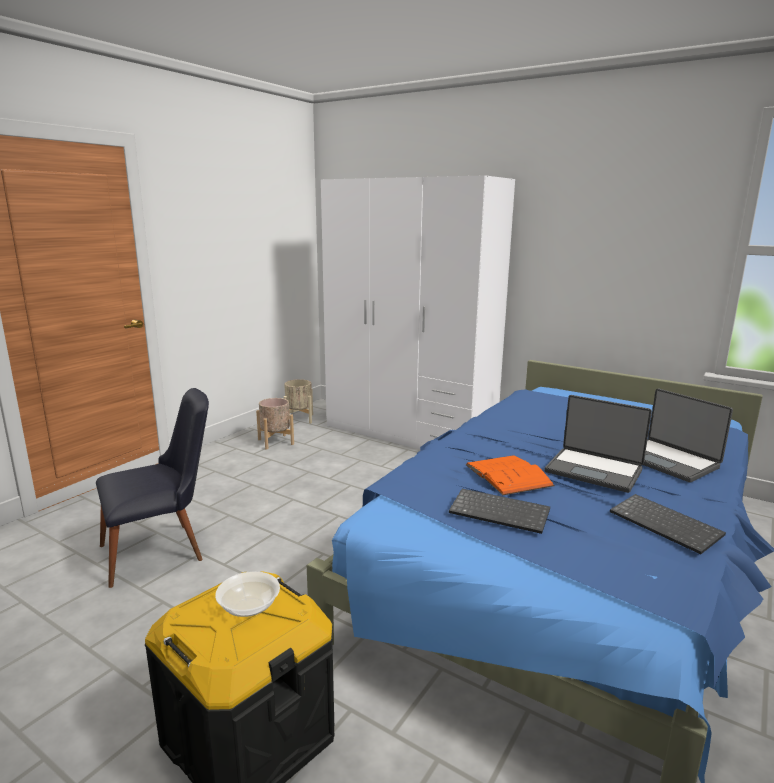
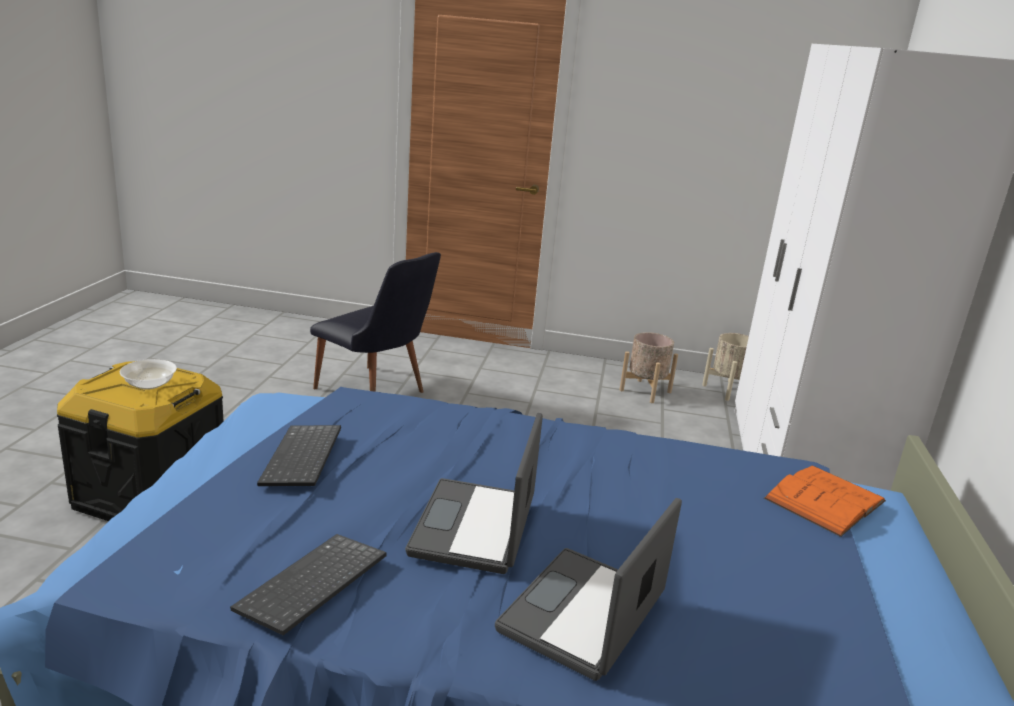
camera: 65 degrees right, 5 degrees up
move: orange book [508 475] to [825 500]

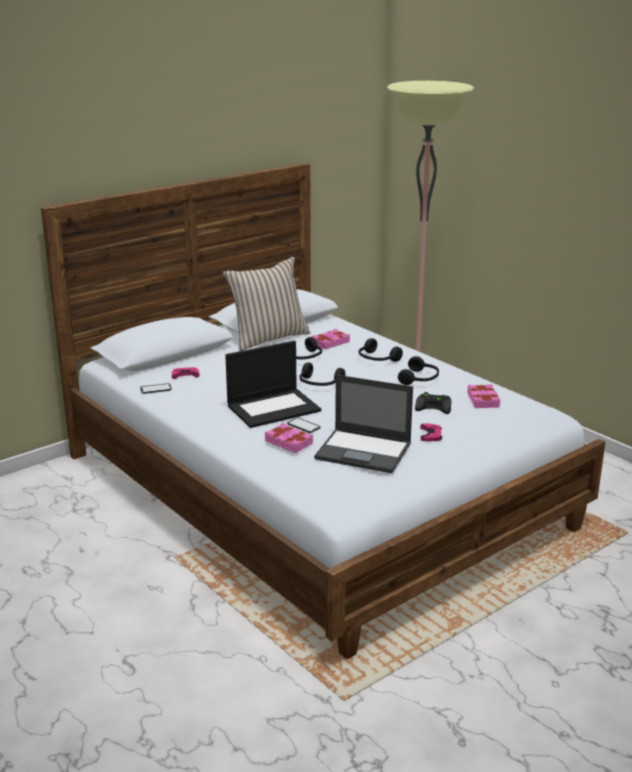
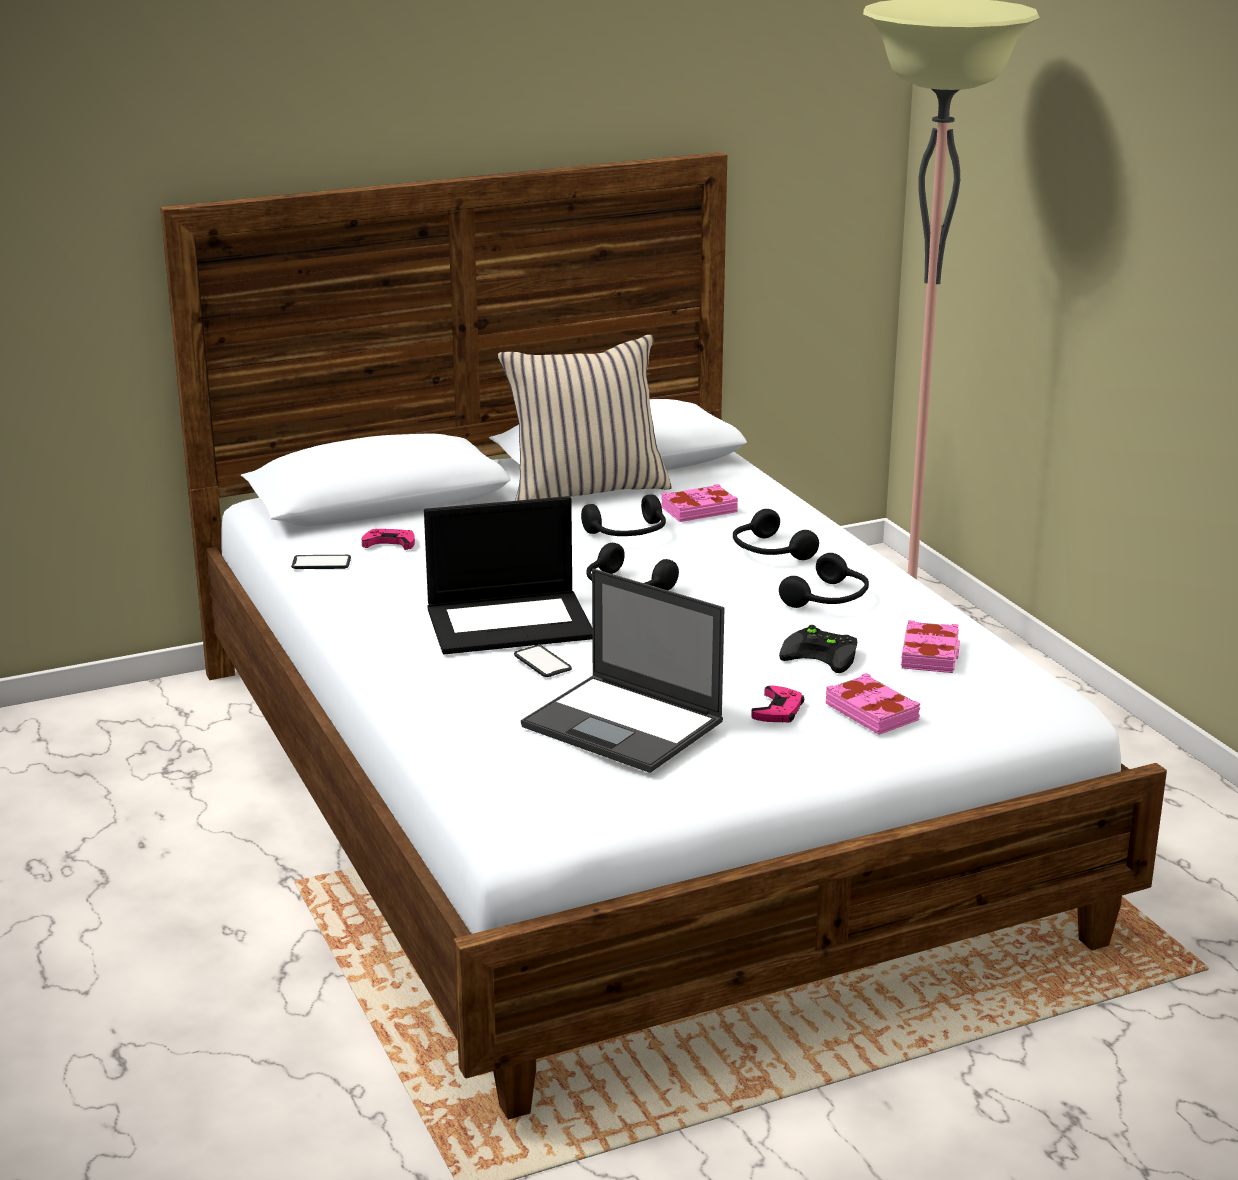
camera: 15 degrees right, 0 degrees up
move: pink book [289 442] to [872 712]

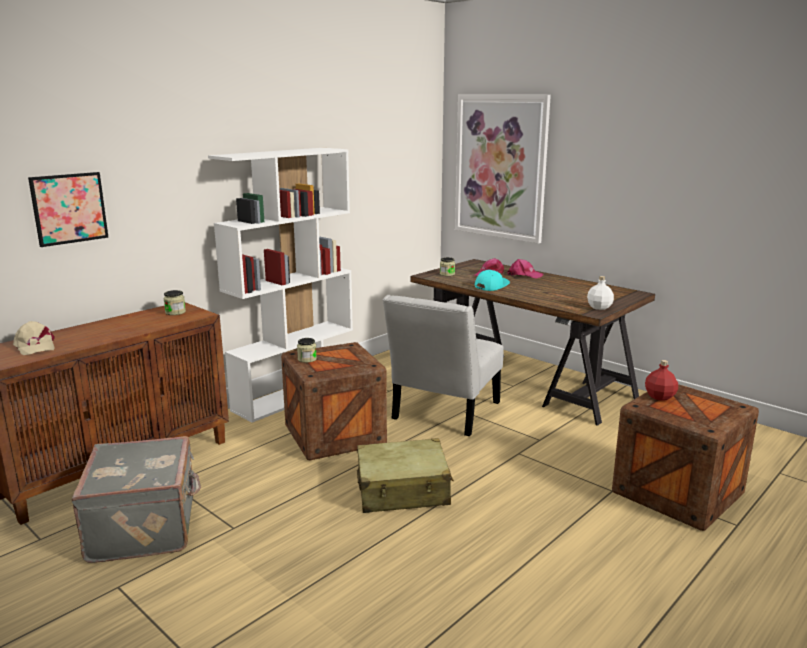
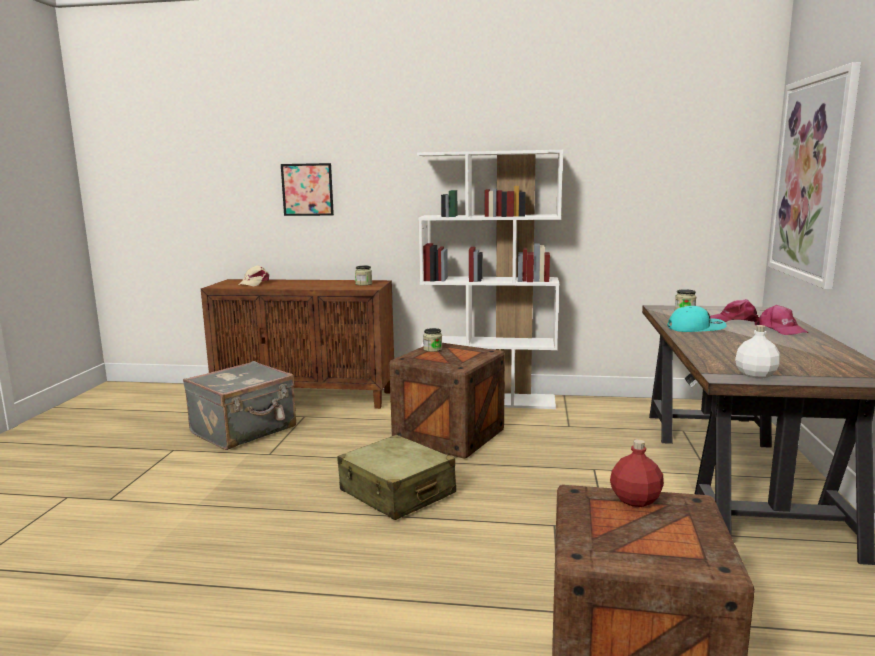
camera: 55 degrees right, 5 degrees down
delete: white chair [443 413]

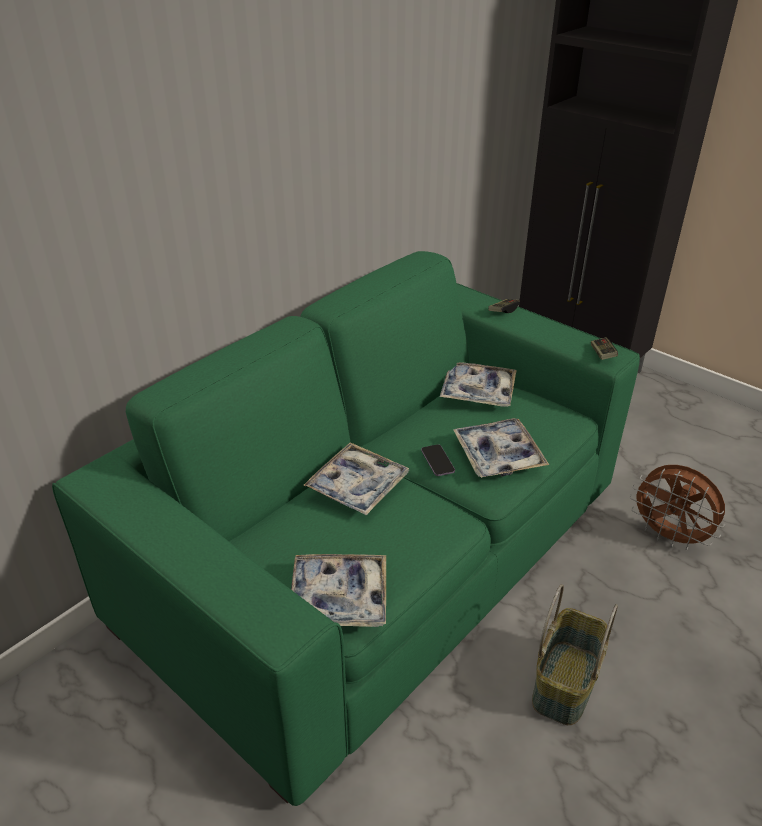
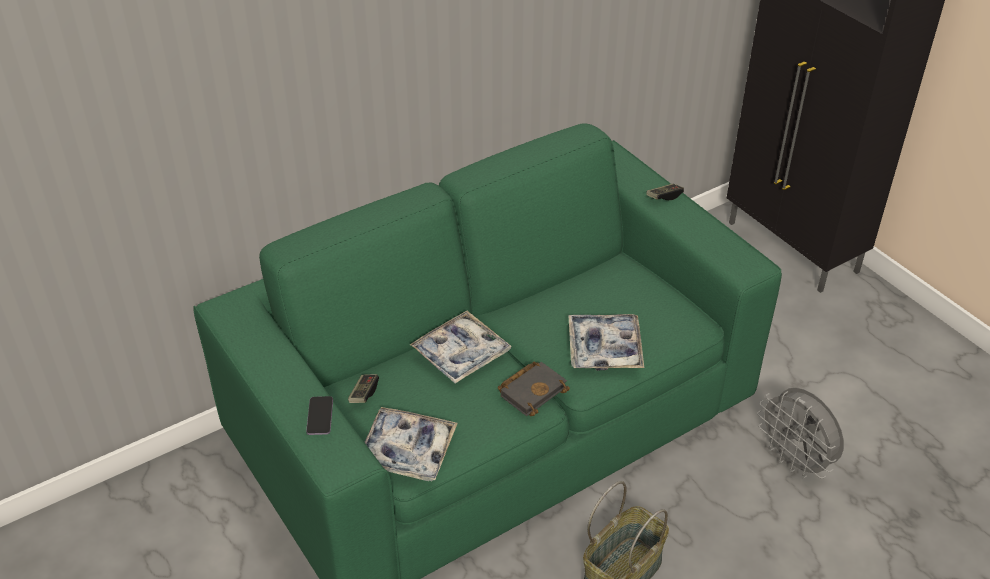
camera: 15 degrees right, 5 degrees up
delete: tray [477 391]
insert: black book [532 390]
move: phone [437 461] to [320 416]; game controller [602 354] to [364 393]
recolor: brown fan [669 536] to grey fan [795 461]

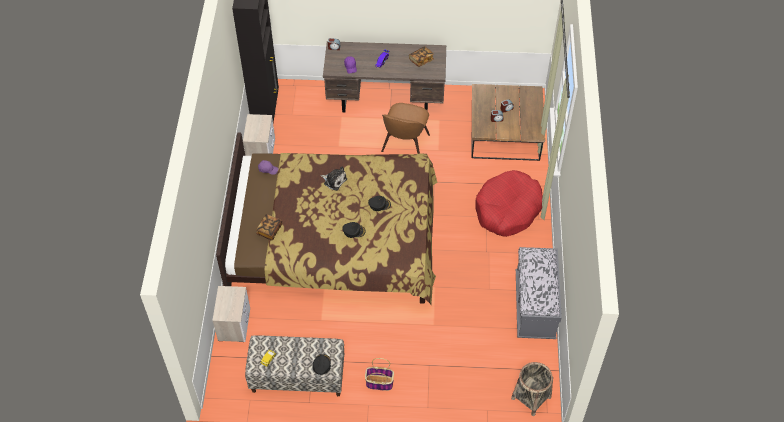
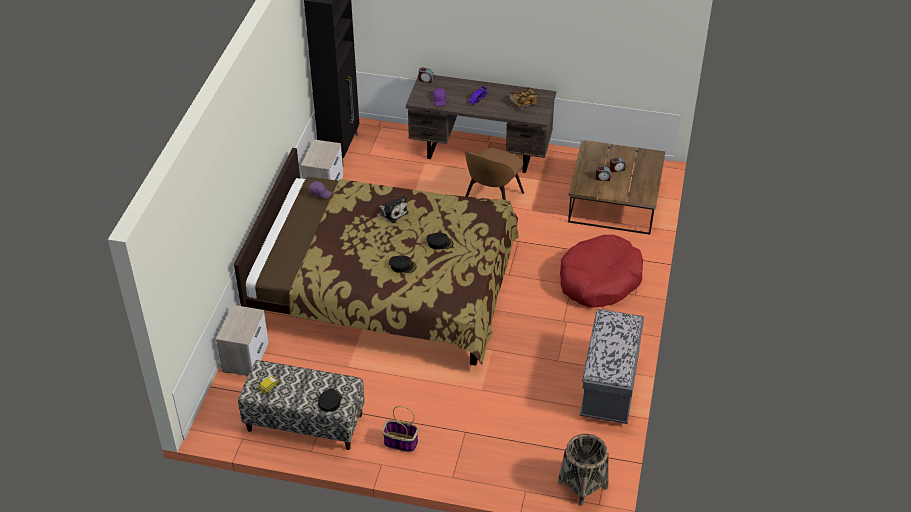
camera: 10 degrees right, 10 degrees down
delete: book [269 230]

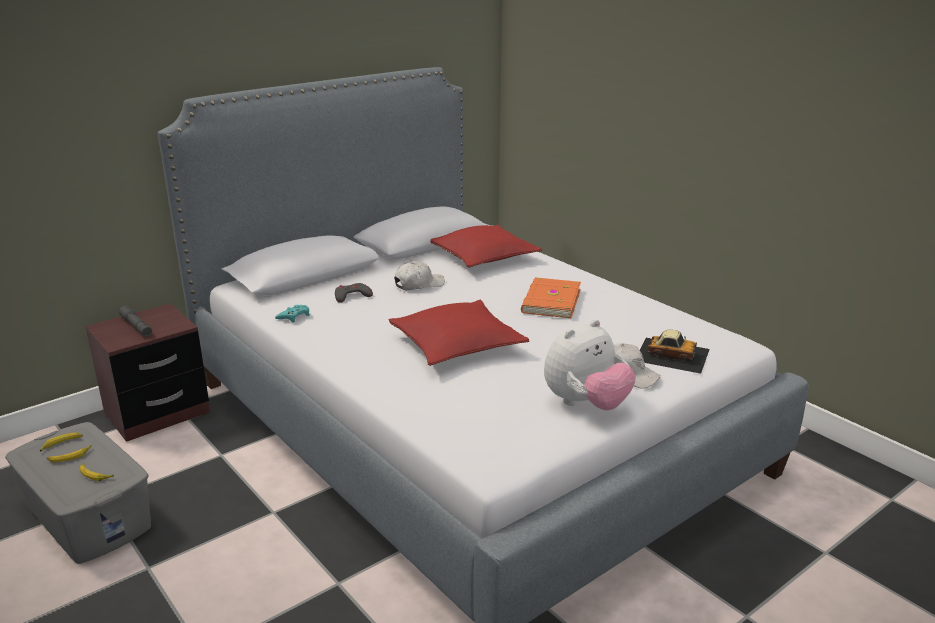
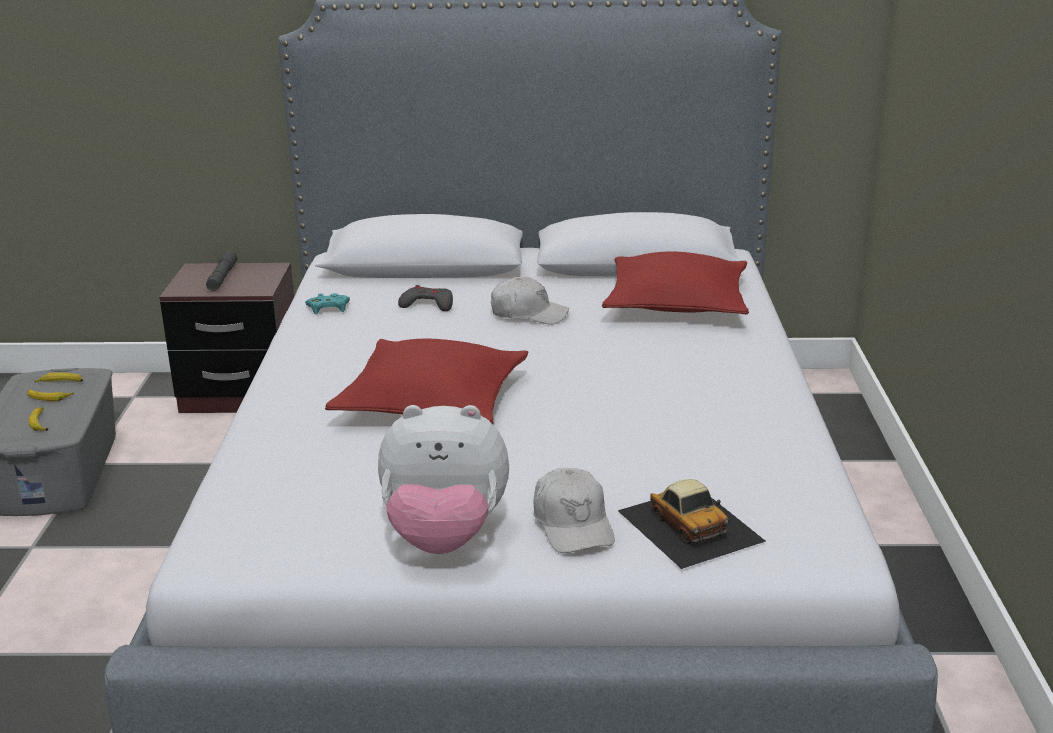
camera: 40 degrees right, 0 degrees up
delete: orange book [550 301]

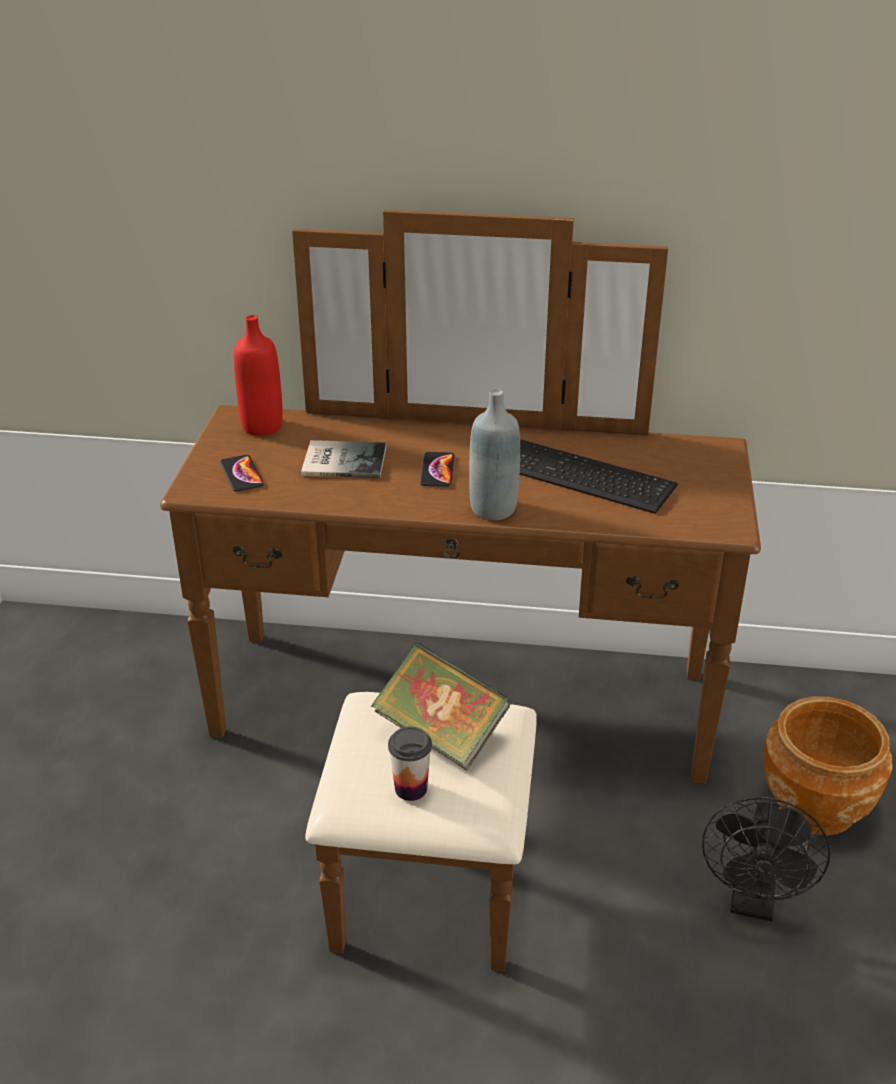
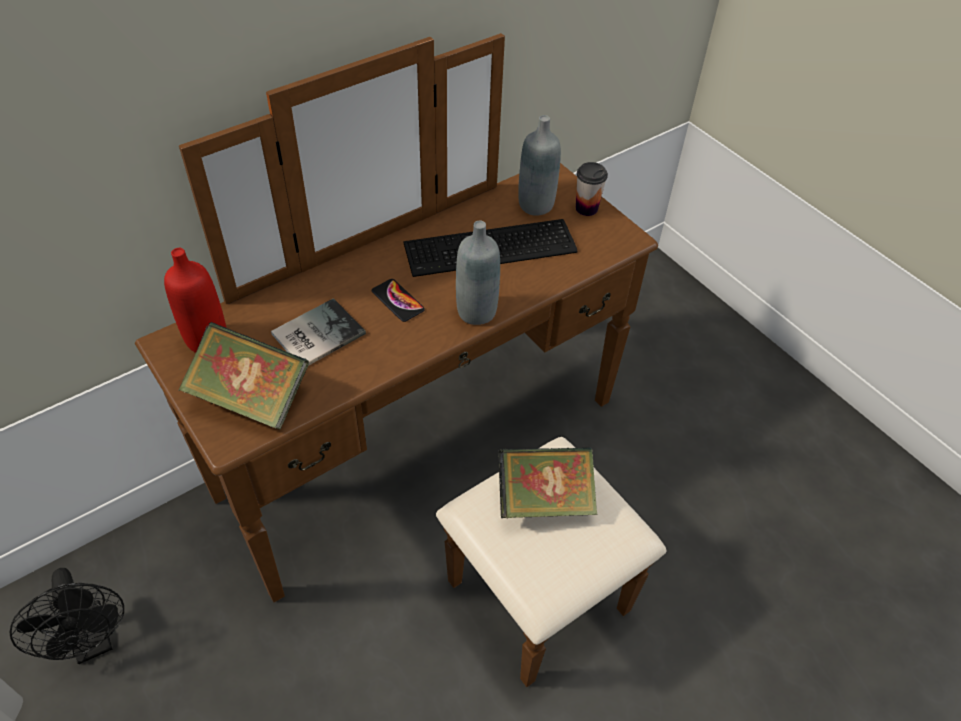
camera: 45 degrees left, 15 degrees up
delete: brown planter [816 805]
insert: grey bottle [535 205]
move: cup [411 788] to [586 208]; black fan [753 901] to [93 641]
replace: phone [241 474] to book [251 398]

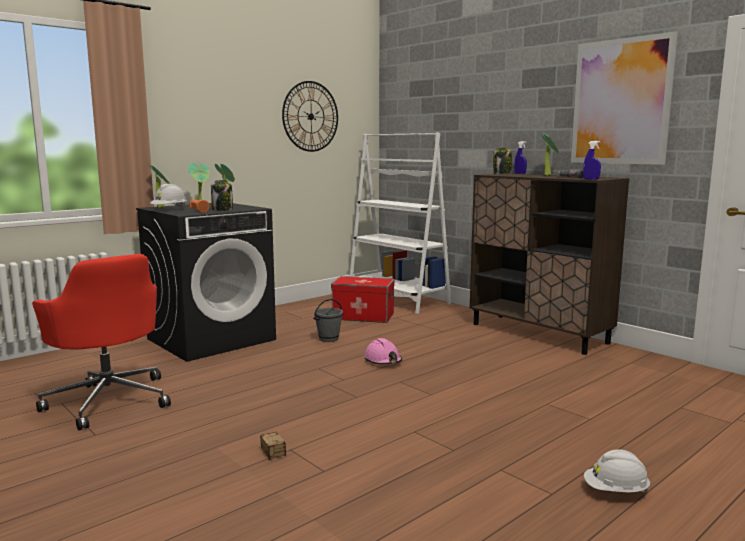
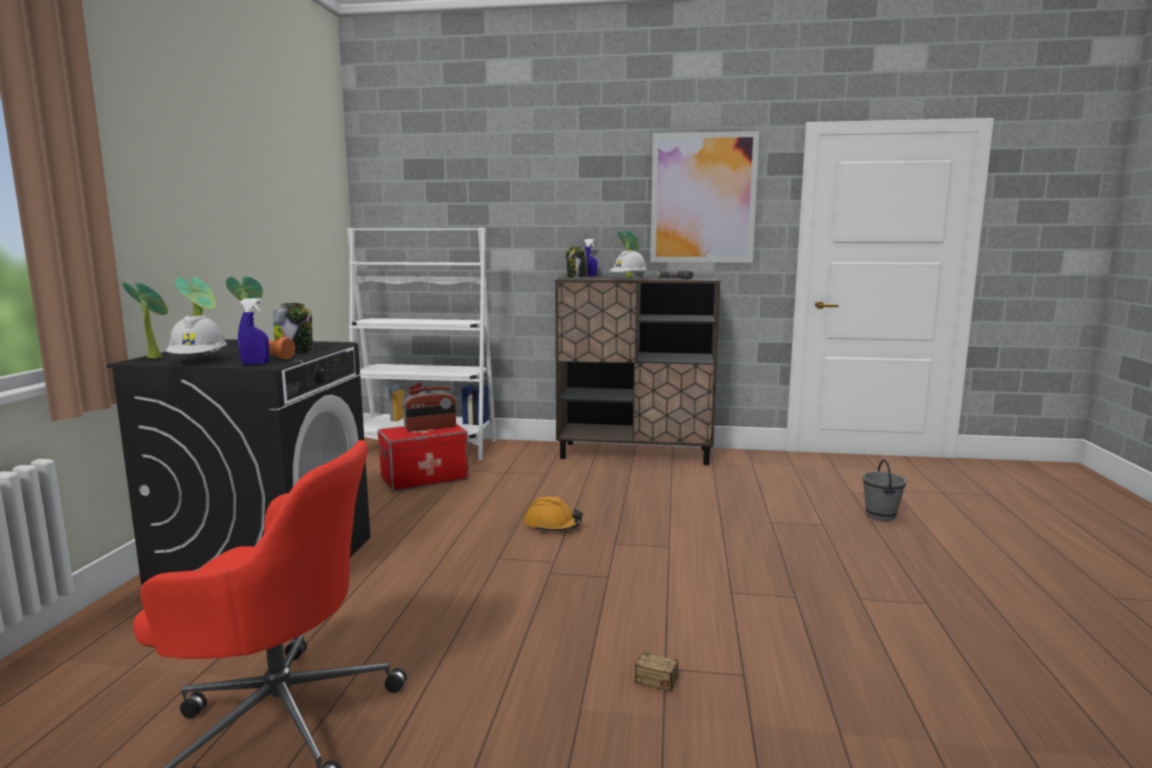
camera: 40 degrees left, 0 degrees up
delete: wall clock [310 116]
insert: radio [430 428]
move: grey bucket [329 339] to [881 516]; blue spray bottle [591 179] to [255 364]; white hard hat [615 491] to [628 279]
recolor: pink hard hat [383 361] to orange hard hat [552 525]

